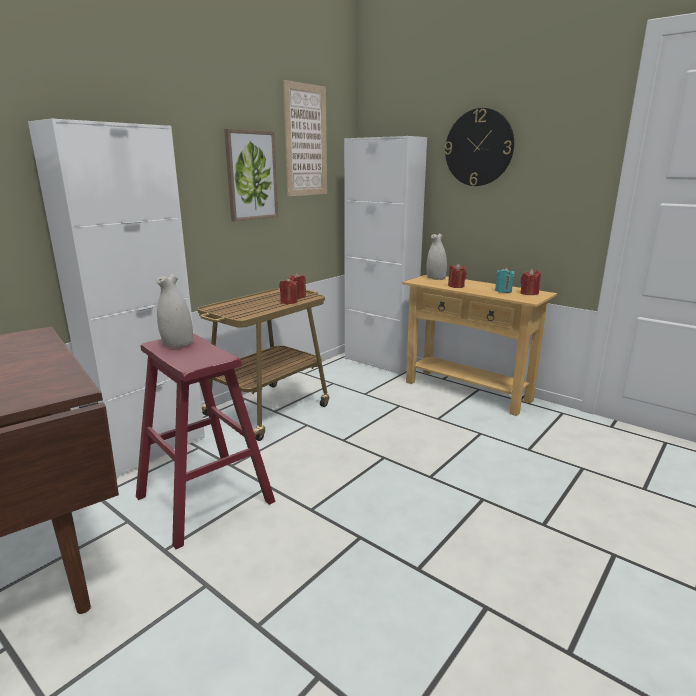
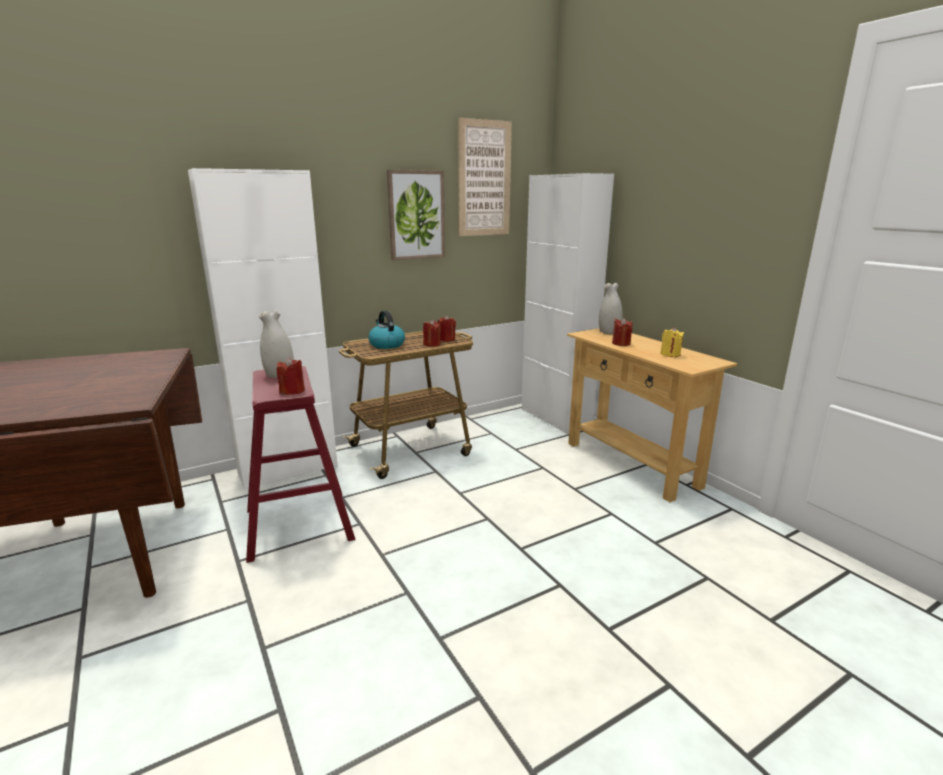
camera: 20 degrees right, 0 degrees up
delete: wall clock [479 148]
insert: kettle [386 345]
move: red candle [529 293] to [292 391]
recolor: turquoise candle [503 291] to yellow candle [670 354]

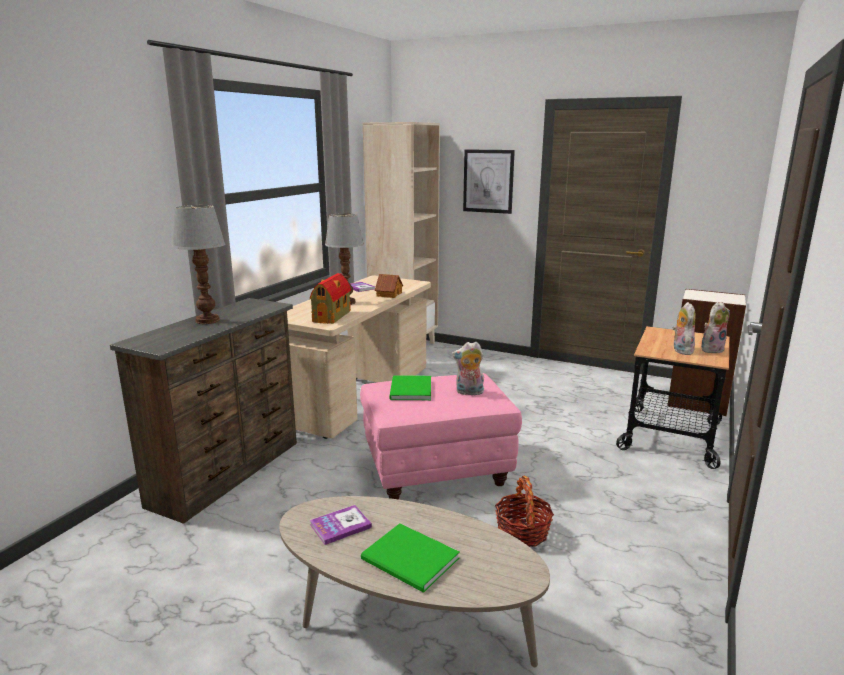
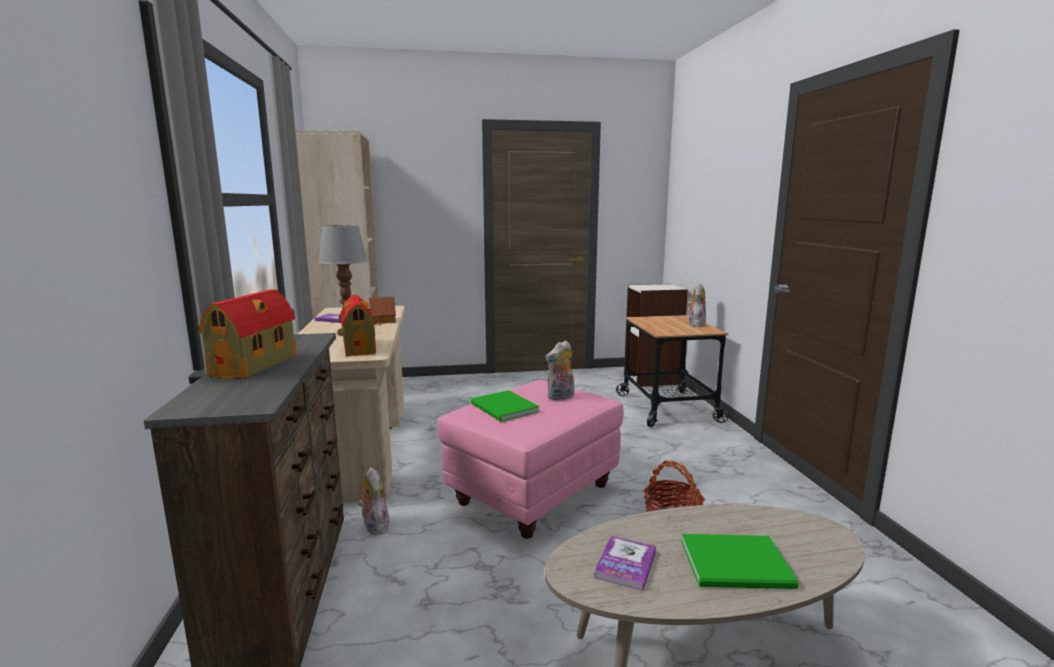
camera: 35 degrees left, 5 degrees down
delete: picture [488 181]
move: plush toy [680 350] to [374 526]
replace: table lamp [208 320] to toy house [256 364]

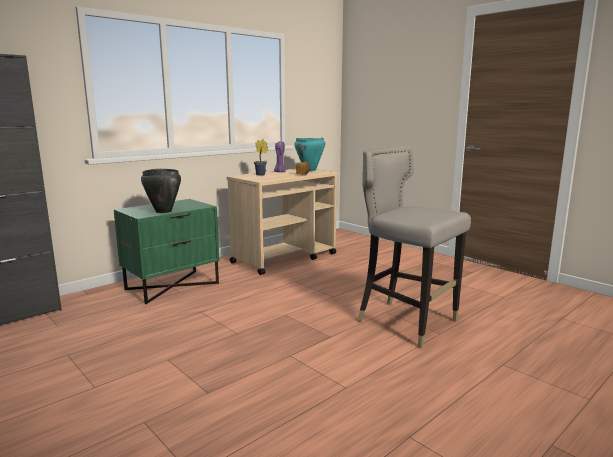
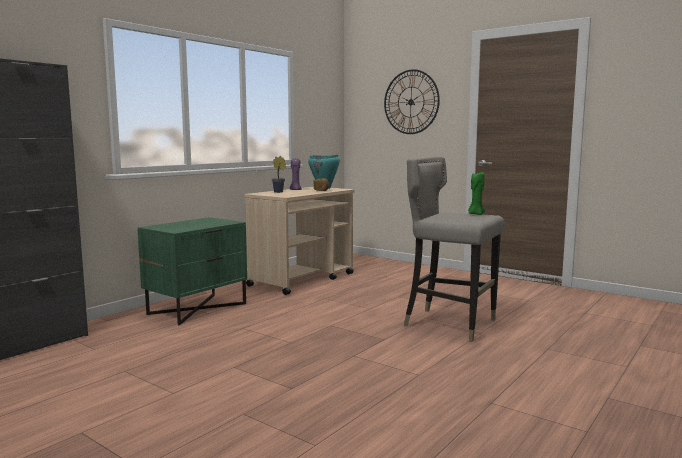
camera: 10 degrees left, 5 degrees down
delete: black cooking pot [163 211]
insert: wall clock [411 102]; green candle [475 214]

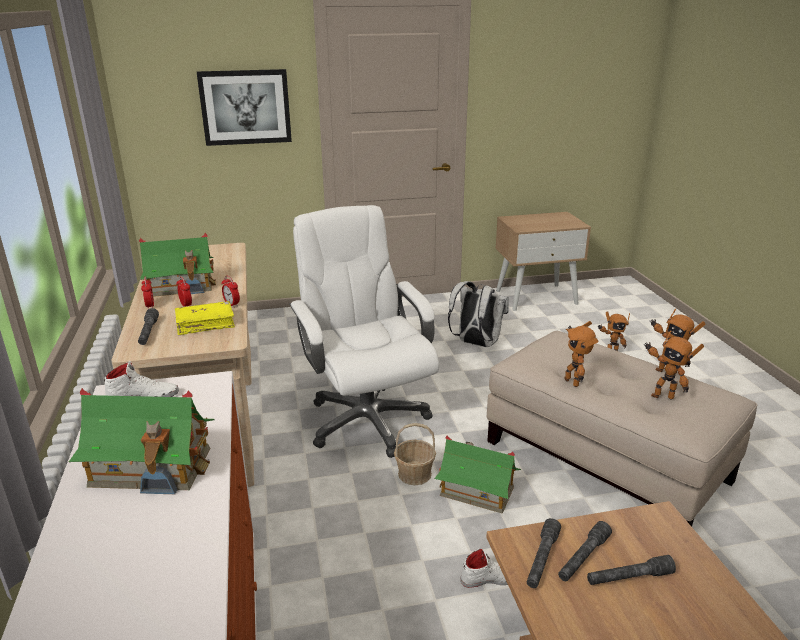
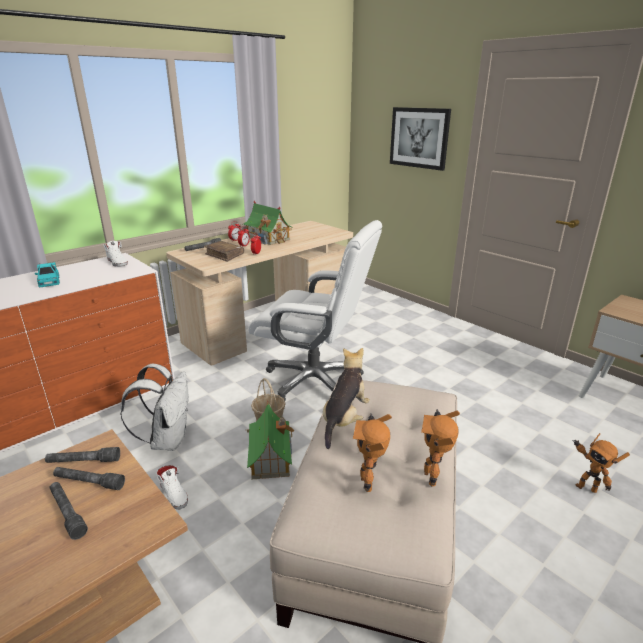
camera: 60 degrees right, 0 degrees up
move: white backpack [476 343] to [168 439]
replace: toy house [152 467] to turquoise toy car [49 281]; toy robot [573 382] to plush toy [344 419]
recolor: yellow book [205 324] to brown book [224 255]
rotate: white office chair [367 420] = [315 380] 75 degrees clockwise

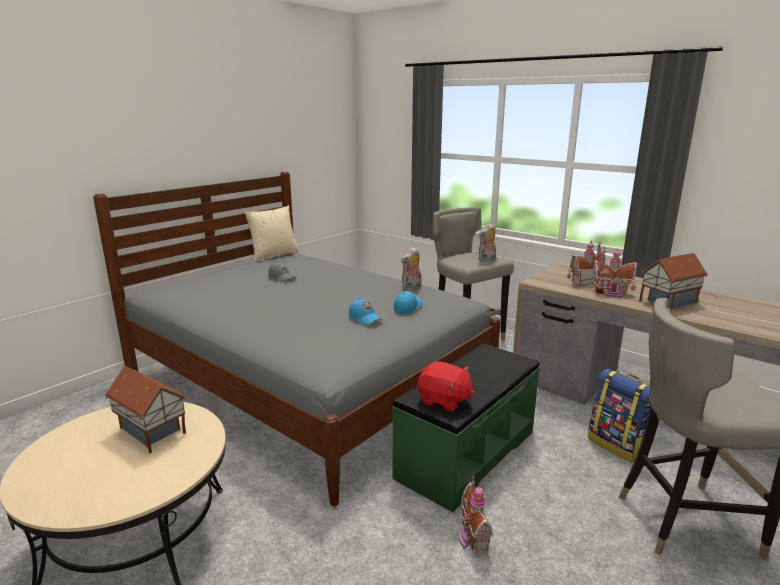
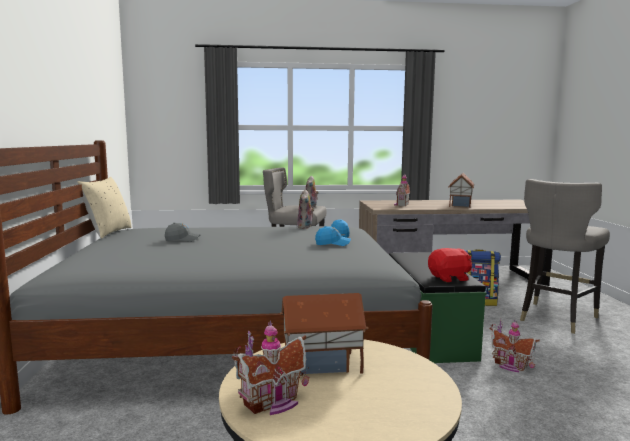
camera: 45 degrees left, 10 degrees down
move: toy house [611 293] to [274 403]

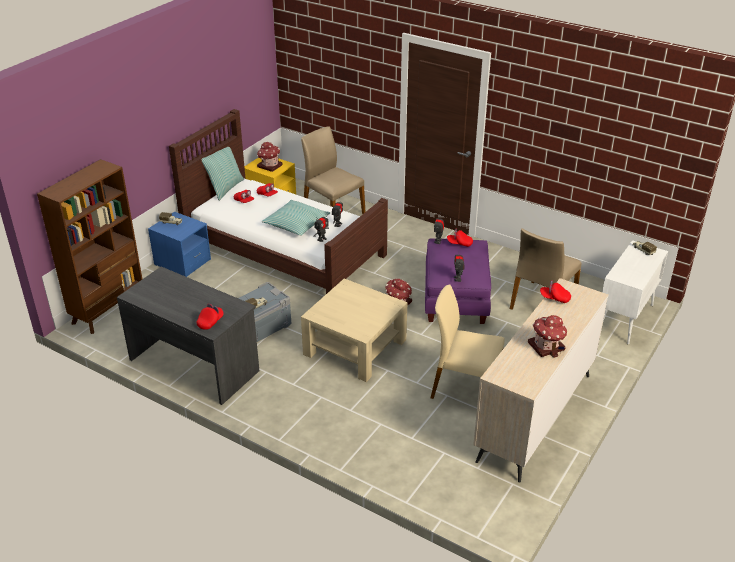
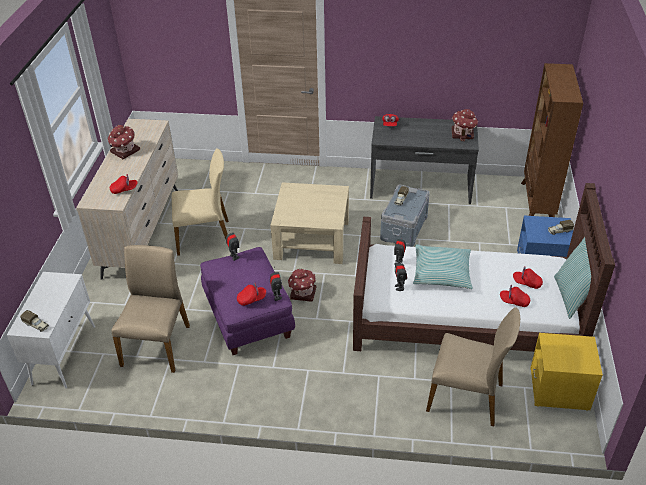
camera: 155 degrees right, 5 degrees up
move: toy house [269 166] to [463 134]

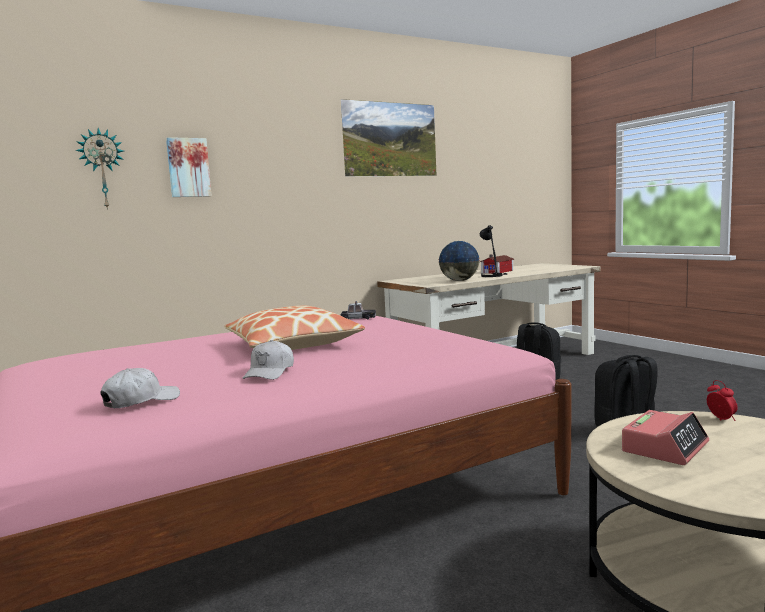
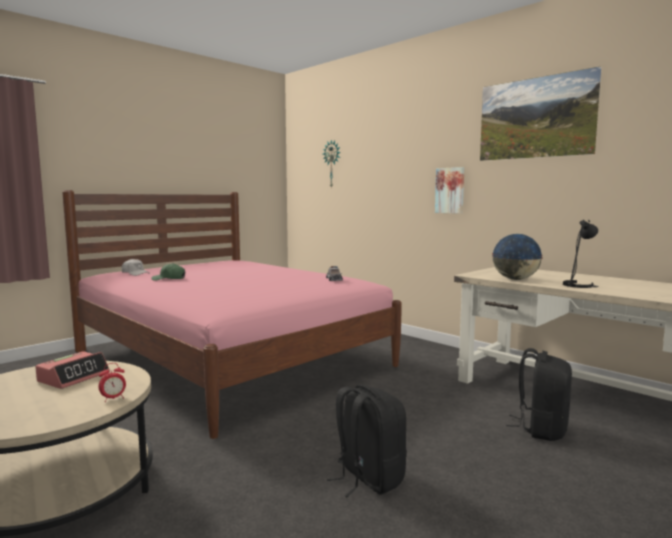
camera: 75 degrees right, 0 degrees up
delete: pillow [292 344]; toy house [498 271]
move: picture [188 167] to [450 190]
recolor: white cap [270 372] to green cap [169 279]
rotate: alarm clock [665 447] = [74 377] 90 degrees counterclockwise

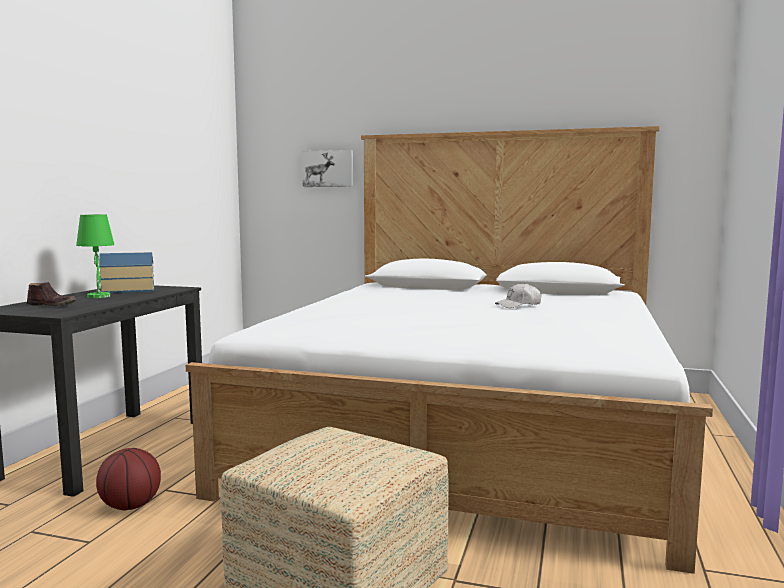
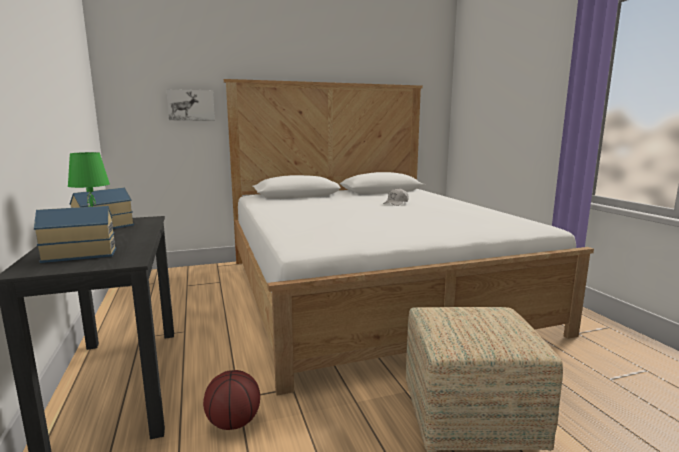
camera: 35 degrees left, 5 degrees up
replace: brown shoe [52 305] to toy house [80 254]

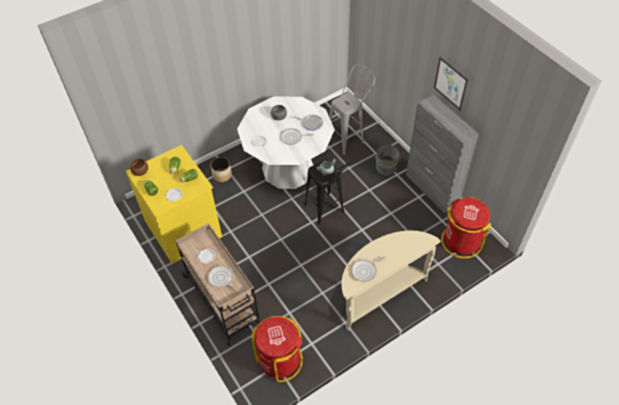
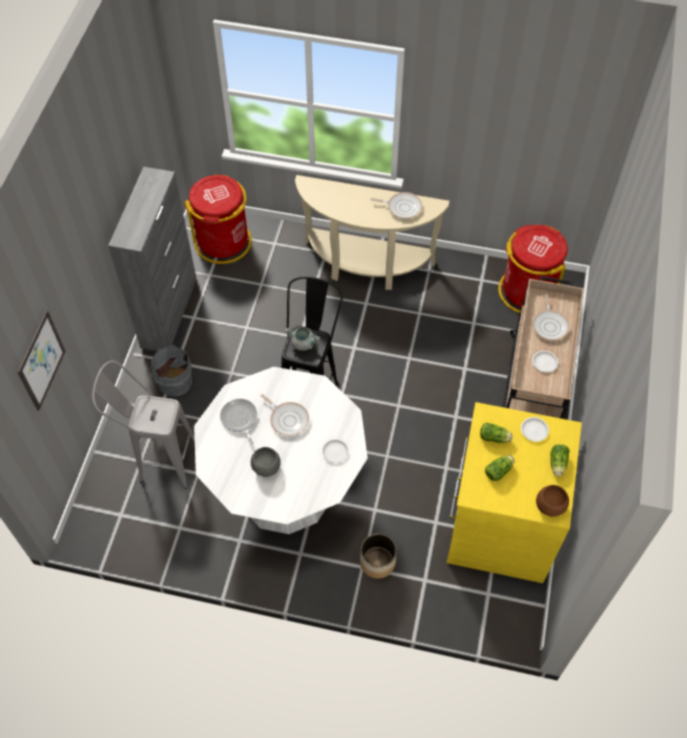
camera: 135 degrees left, 5 degrees up
move: picture [450 83] to [41 360]

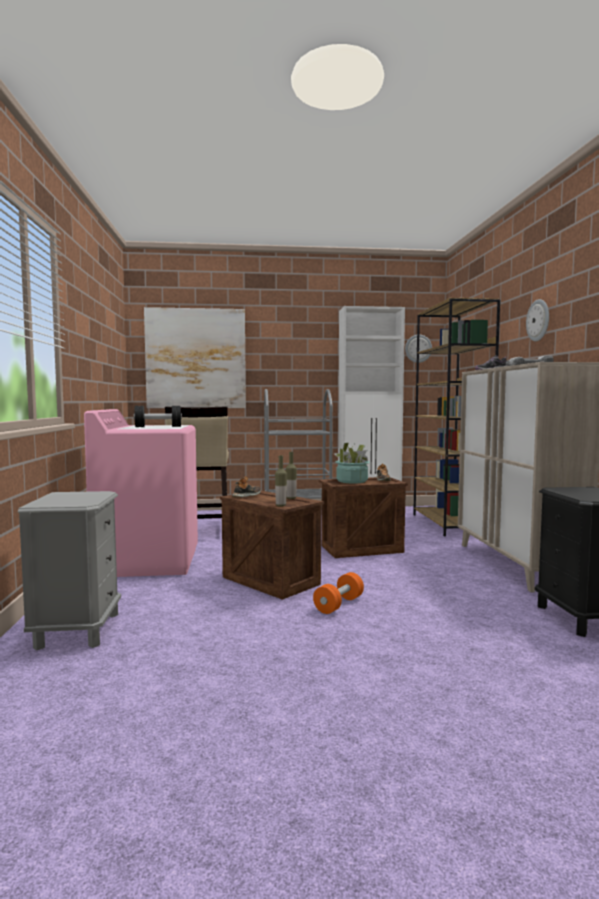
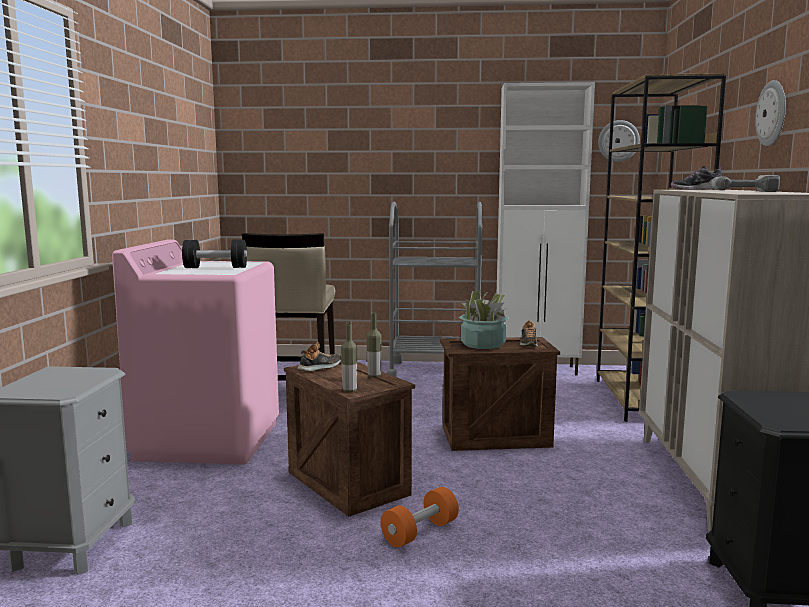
camera: 10 degrees right, 5 degrees up
delete: picture [196 358]

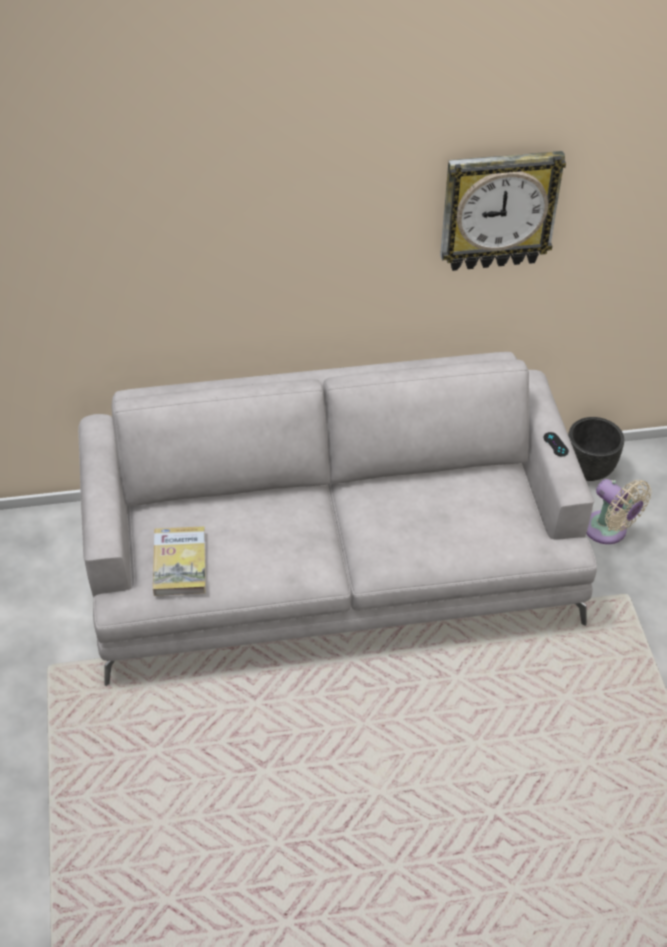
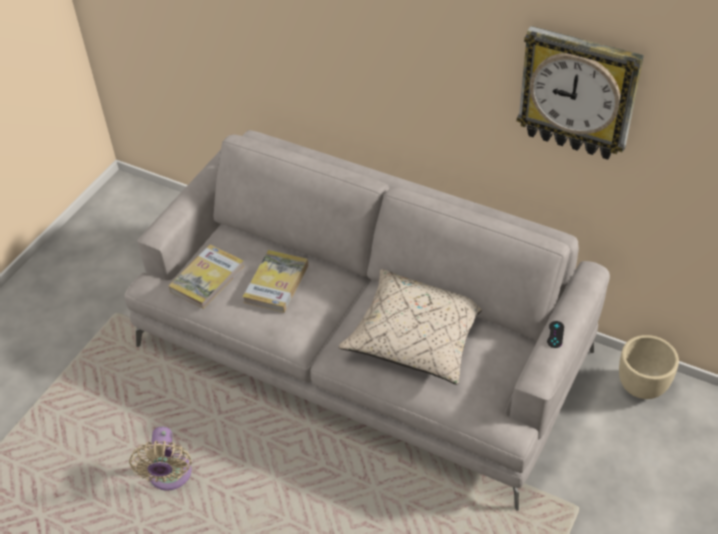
camera: 40 degrees right, 0 degrees up
insert: book [276 283]; beige pillow [417 335]
move: beige fan [609 531] to [170 477]
recolor: black planter [588 470] to beige planter [642 387]

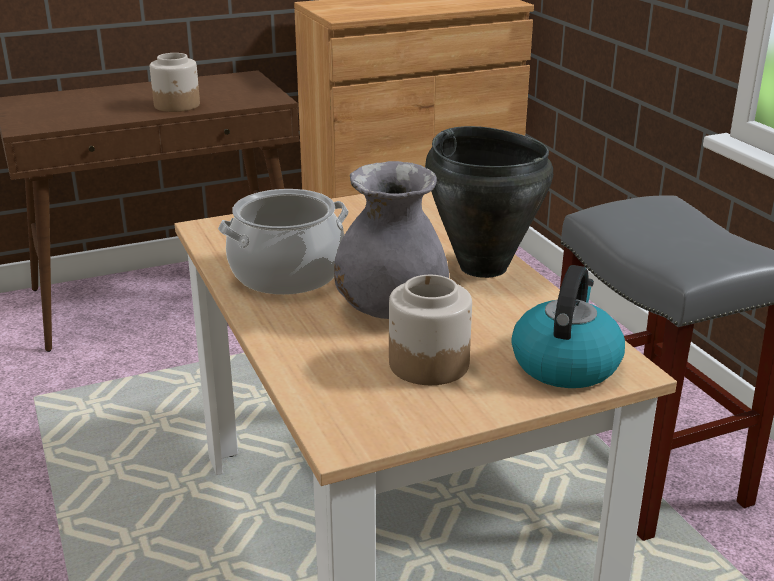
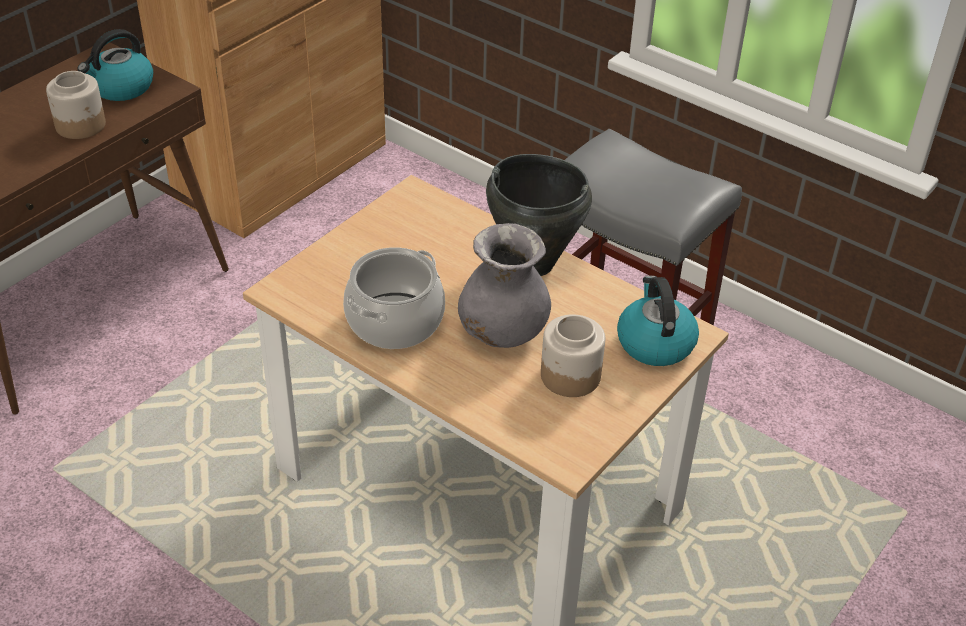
camera: 30 degrees left, 15 degrees up
insert: kettle [121 88]

